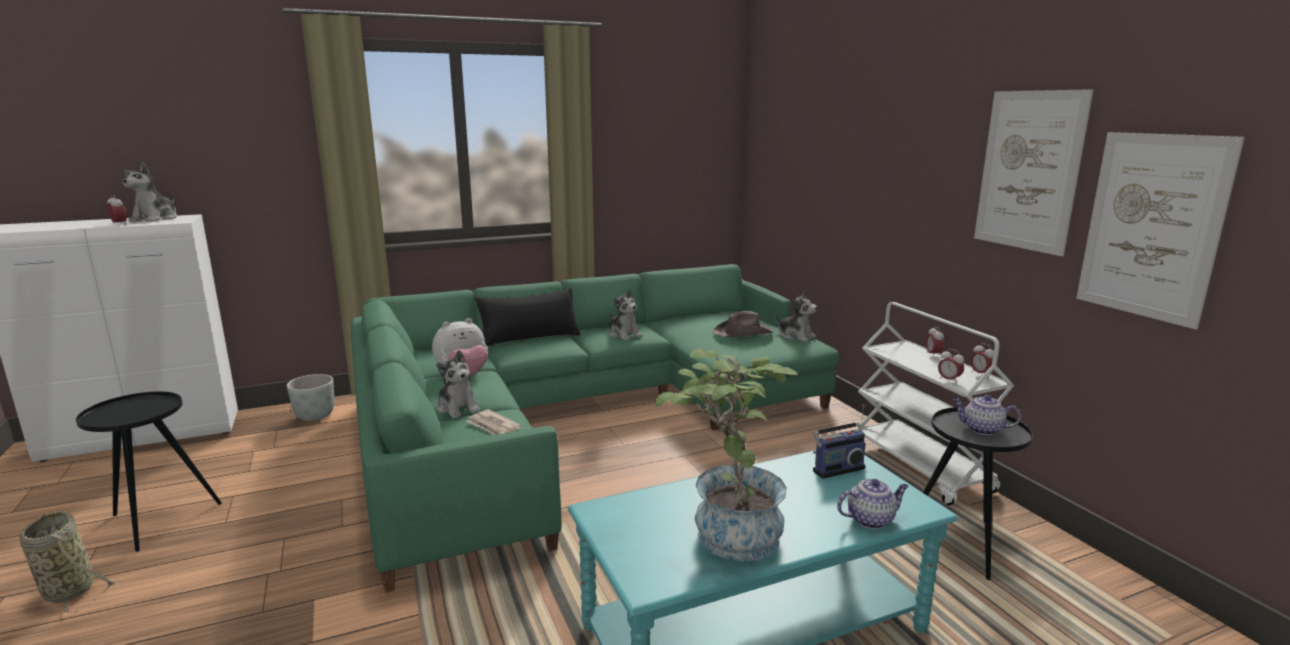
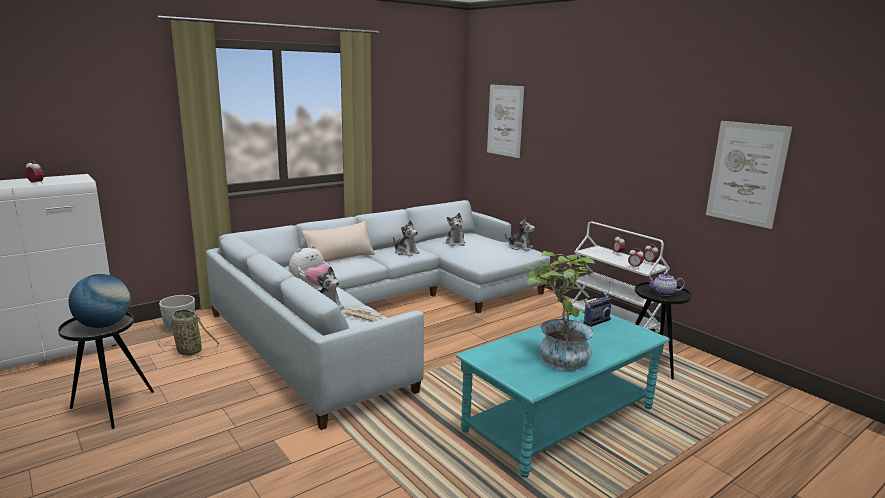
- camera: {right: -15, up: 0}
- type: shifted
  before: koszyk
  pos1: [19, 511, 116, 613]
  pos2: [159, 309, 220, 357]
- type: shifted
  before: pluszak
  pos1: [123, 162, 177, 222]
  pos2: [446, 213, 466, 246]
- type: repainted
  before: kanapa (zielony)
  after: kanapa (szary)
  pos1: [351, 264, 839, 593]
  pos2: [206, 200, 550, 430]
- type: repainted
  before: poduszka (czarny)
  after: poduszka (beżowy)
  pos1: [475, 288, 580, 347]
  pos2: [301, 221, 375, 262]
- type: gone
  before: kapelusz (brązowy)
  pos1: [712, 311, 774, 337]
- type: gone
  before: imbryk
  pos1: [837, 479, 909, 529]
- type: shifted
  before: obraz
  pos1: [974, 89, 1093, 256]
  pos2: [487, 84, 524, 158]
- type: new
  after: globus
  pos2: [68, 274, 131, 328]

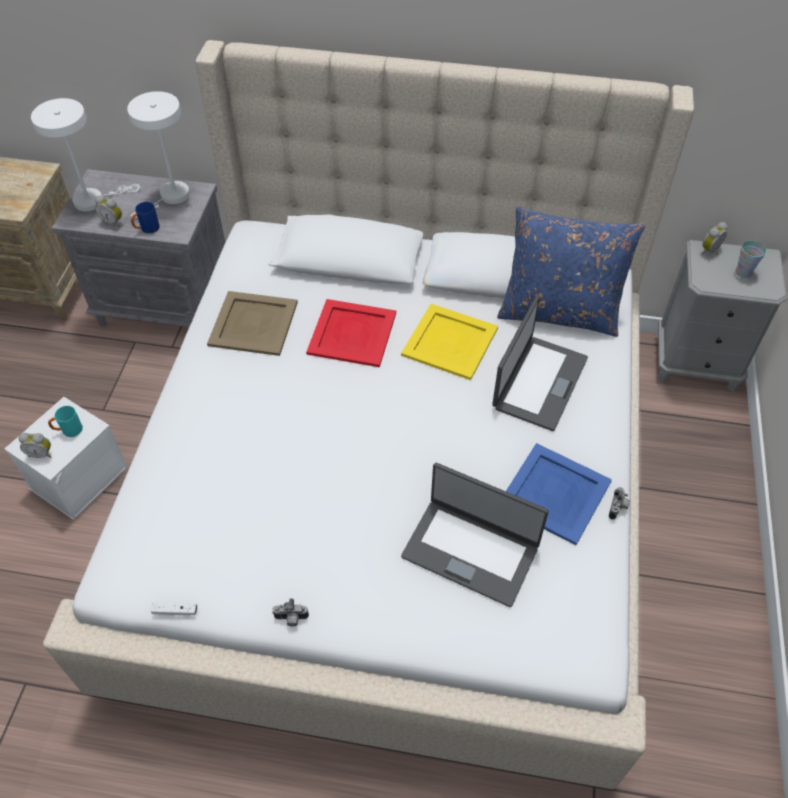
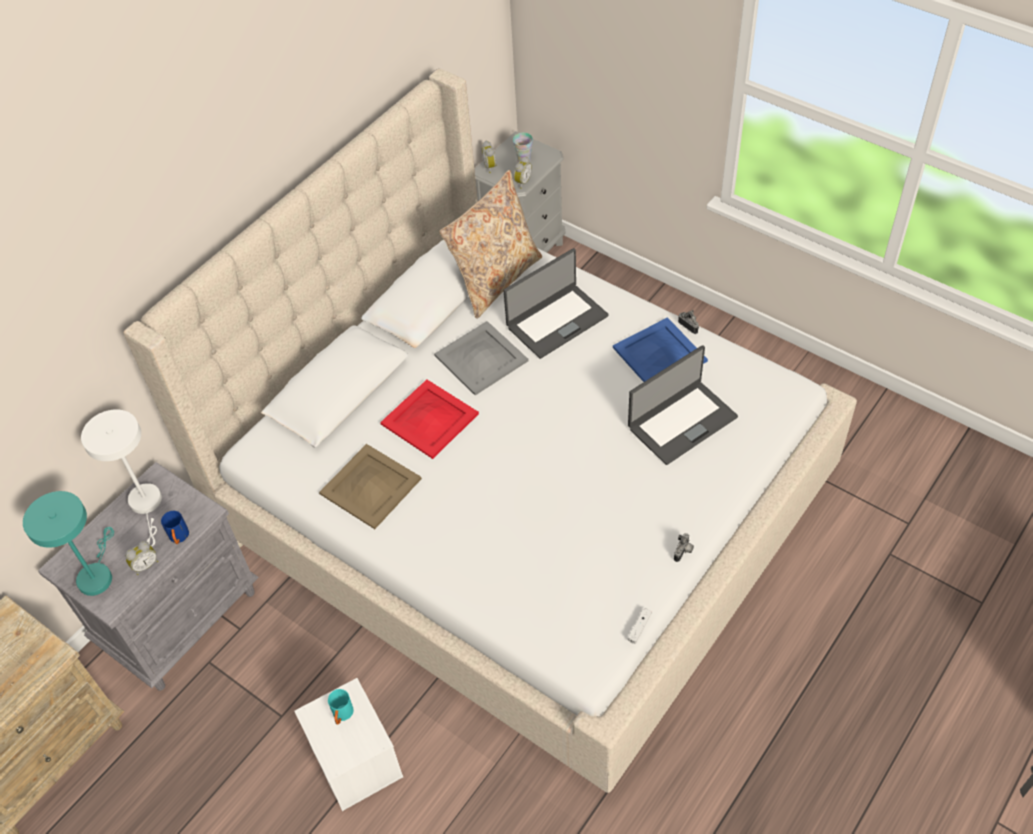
- camera: {right: -60, up: 0}
- type: shifted
  before: budzik
  pos1: [19, 433, 52, 458]
  pos2: [514, 156, 532, 189]
- type: repainted
  before: lampa stołowa (biały)
  after: lampa stołowa (turkusowy)
  pos1: [31, 98, 140, 211]
  pos2: [23, 491, 114, 596]
- type: repainted
  before: taca (żółty)
  after: taca (szary)
  pos1: [401, 304, 498, 380]
  pos2: [434, 321, 528, 395]
- type: rotated
  before: laptop
  pos1: [492, 295, 588, 431]
  pos2: [503, 248, 609, 359]
  turn: 90
- type: repainted
  before: poduszka (niebieski)
  after: poduszka (beżowy)
  pos1: [497, 207, 646, 337]
  pos2: [439, 170, 542, 319]

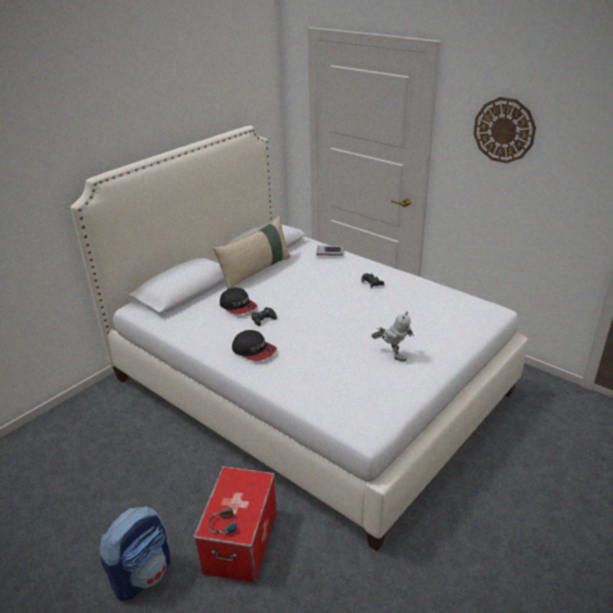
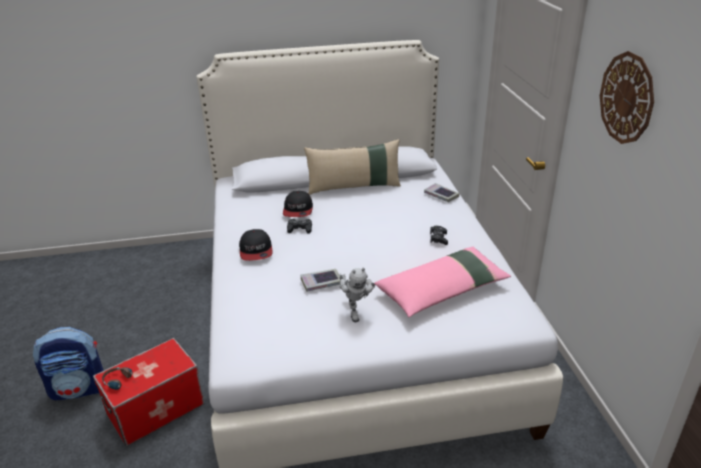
- camera: {right: 40, up: 0}
- type: new
  after: książka
  pos2: [301, 269, 340, 292]
- type: new
  after: poduszka (różowy)
  pos2: [374, 247, 511, 317]

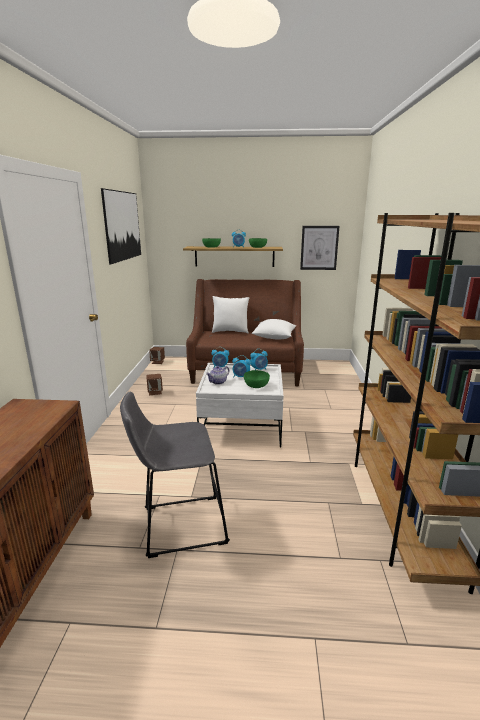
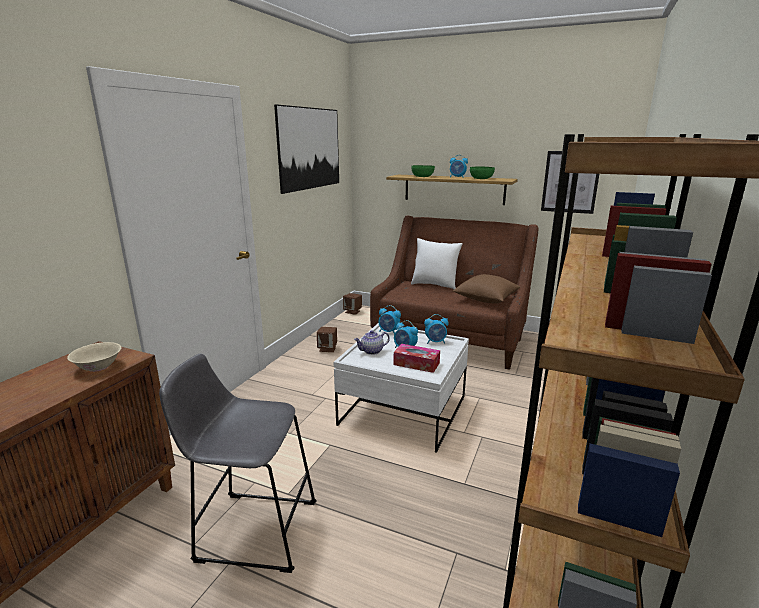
- camera: {right: 20, up: 0}
- type: swapped
  before: miska (zielony)
  after: pudełko chusteczek
  pos1: [244, 370, 270, 388]
  pos2: [394, 344, 440, 373]
- type: repainted
  before: poduszka (biały)
  after: poduszka (brązowy)
  pos1: [252, 319, 296, 339]
  pos2: [453, 274, 520, 304]
- type: new
  after: miska (beżowy)
  pos2: [67, 342, 121, 372]

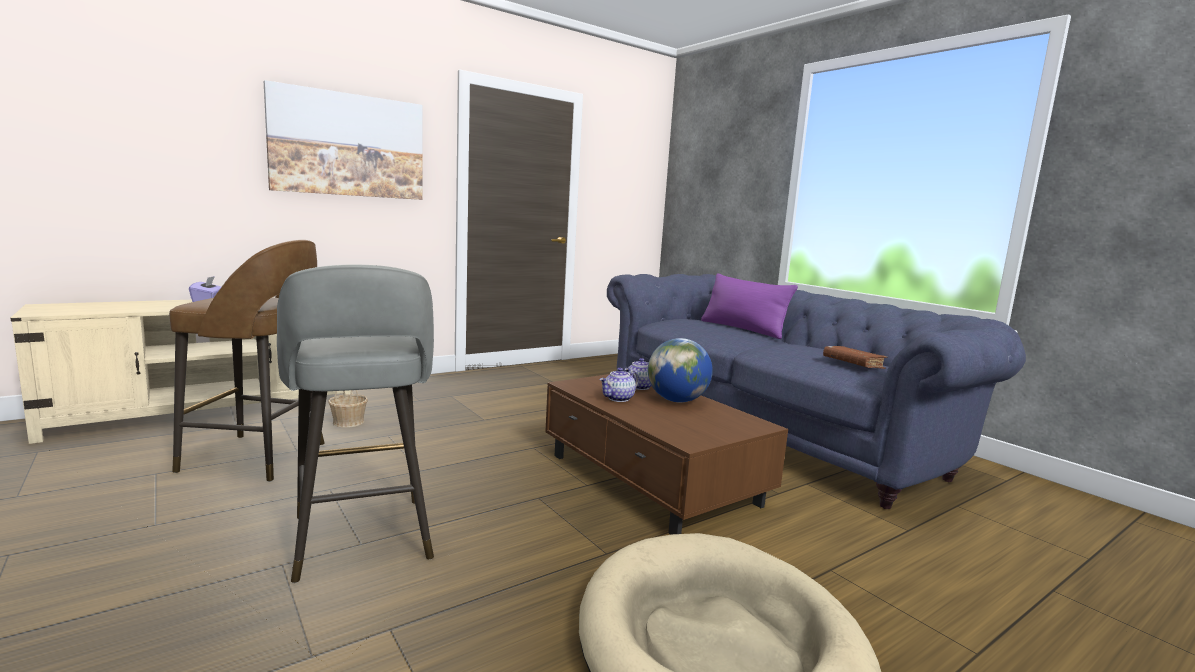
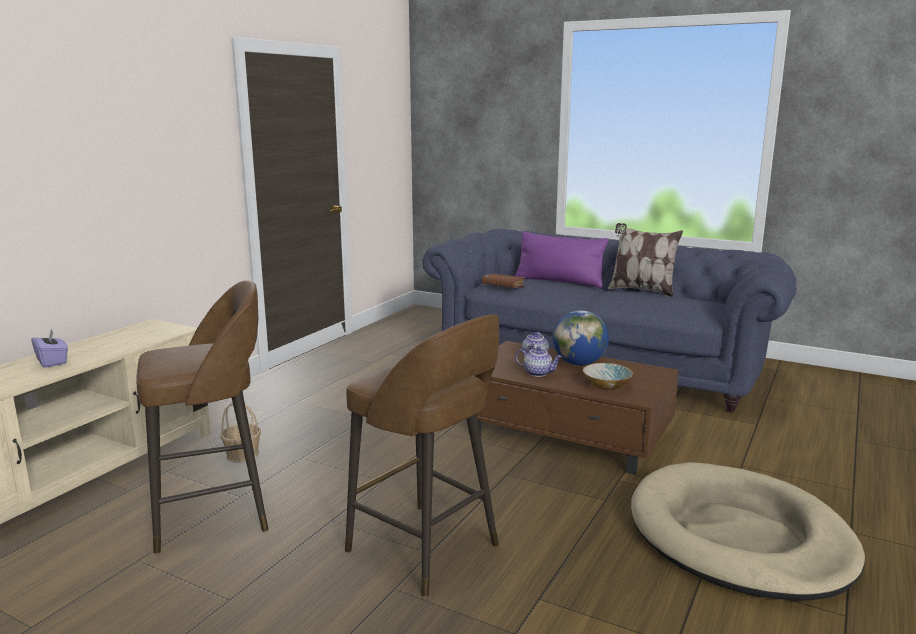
- camera: {right: -25, up: 5}
- type: gone
  before: obraz
  pos1: [264, 80, 422, 200]
- type: repainted
  before: stołek (szary)
  after: stołek (brązowy)
  pos1: [277, 265, 434, 583]
  pos2: [345, 314, 499, 597]
- type: rotated
  before: imbryk
  pos1: [600, 368, 639, 402]
  pos2: [515, 347, 562, 377]
  turn: -90
- type: shifted
  before: książka (brązowy)
  pos1: [823, 346, 887, 369]
  pos2: [482, 273, 525, 288]
- type: new
  after: miska
  pos2: [582, 363, 633, 390]
- type: new
  after: poduszka
  pos2: [608, 223, 683, 297]

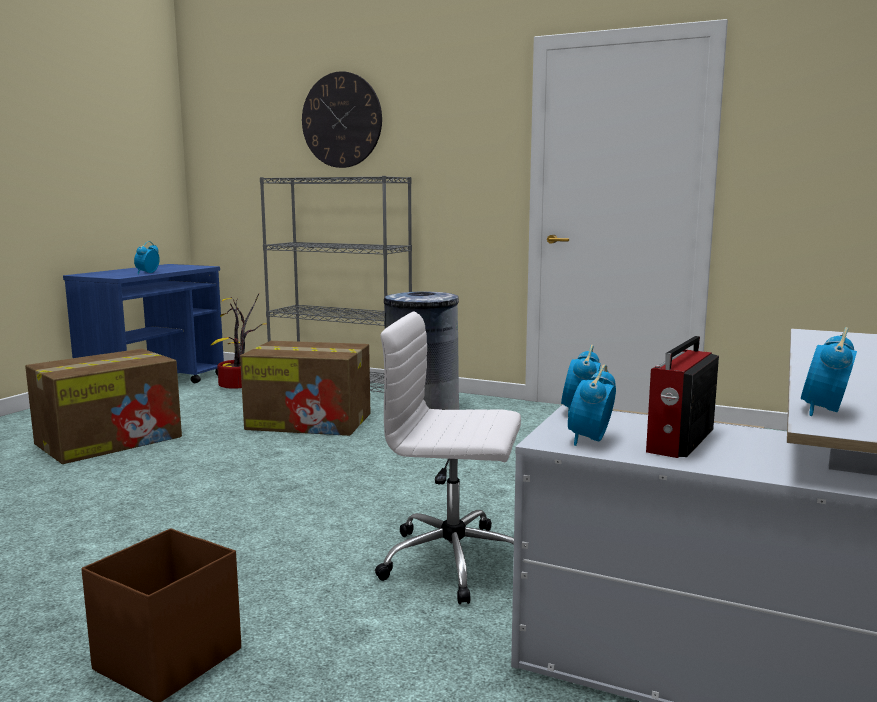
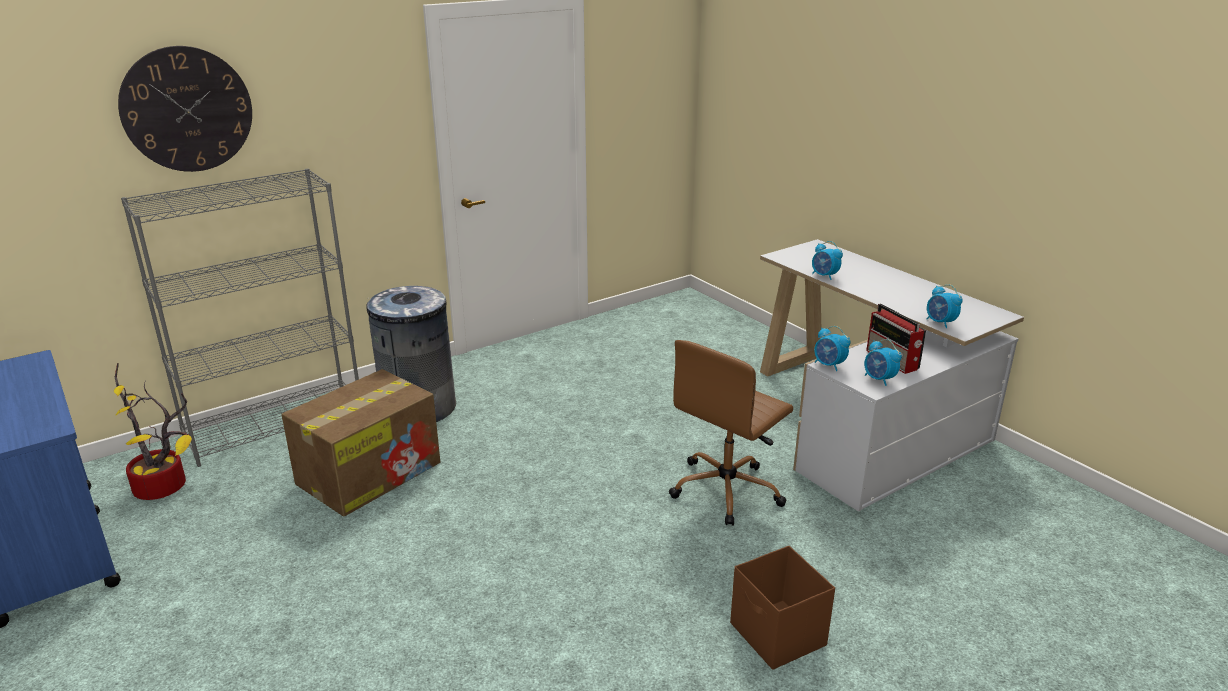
- camera: {right: -60, up: 15}
- type: gone
  before: karton
  pos1: [25, 349, 182, 464]
- type: shifted
  before: budzik
  pos1: [134, 241, 160, 274]
  pos2: [812, 241, 843, 280]
- type: repainted
  before: krzesło biurowe (biały)
  after: krzesło biurowe (brązowy)
  pos1: [375, 311, 521, 605]
  pos2: [669, 340, 793, 526]

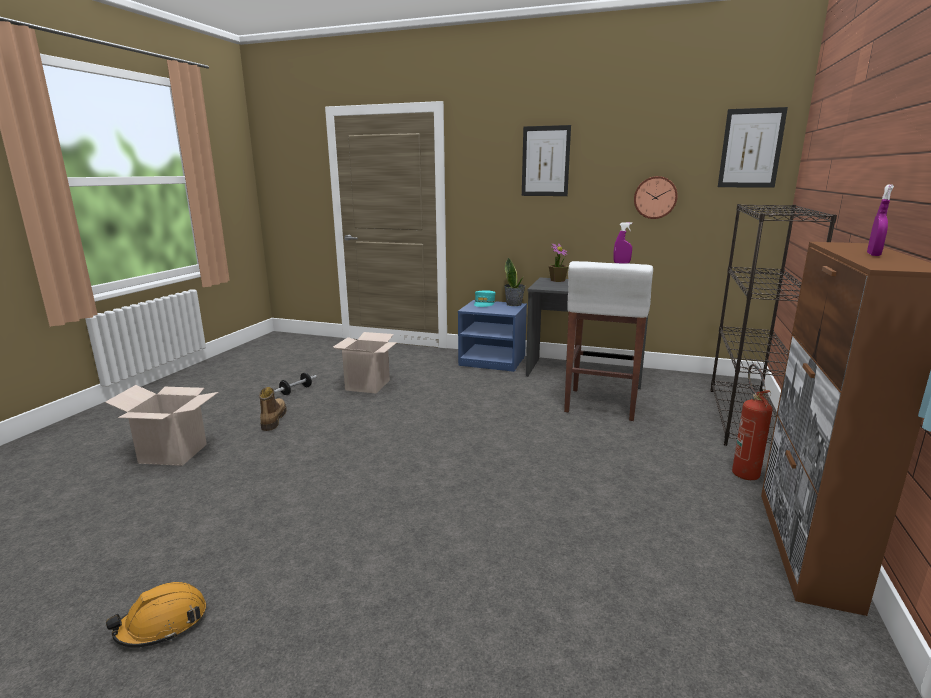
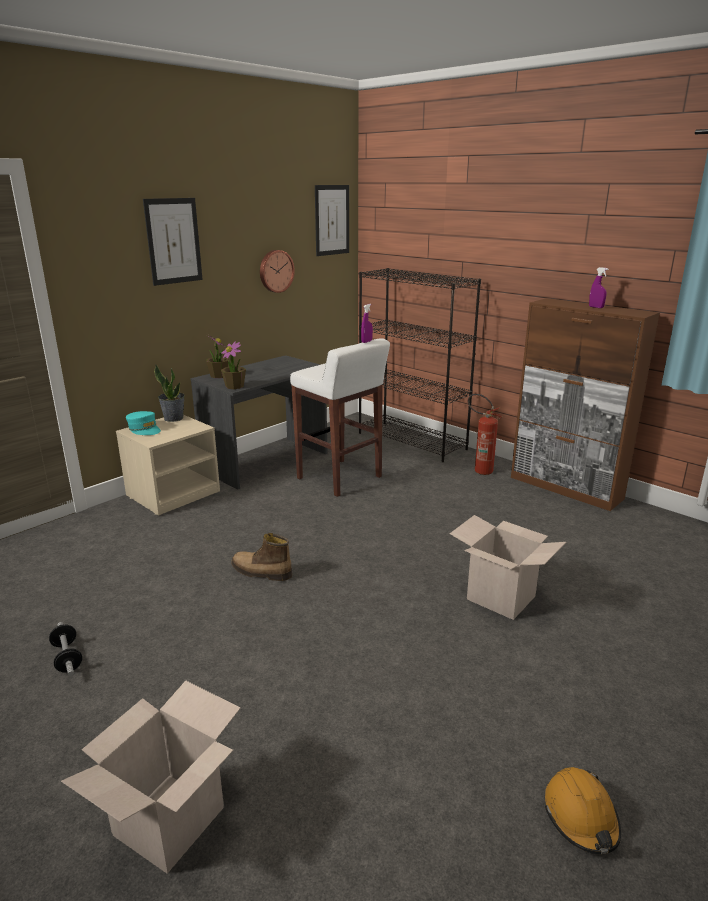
- camera: {right: -65, up: 5}
- type: shifted
  before: but z cholewką
  pos1: [259, 387, 287, 431]
  pos2: [231, 533, 292, 581]
- type: shifted
  before: karton
  pos1: [333, 332, 397, 393]
  pos2: [450, 515, 566, 620]
- type: repainted
  before: szafka nocna (niebieski)
  after: szafka nocna (beżowy)
  pos1: [458, 300, 527, 372]
  pos2: [116, 415, 220, 515]
- type: new
  after: roślina doniczkowa
  pos2: [221, 341, 246, 389]

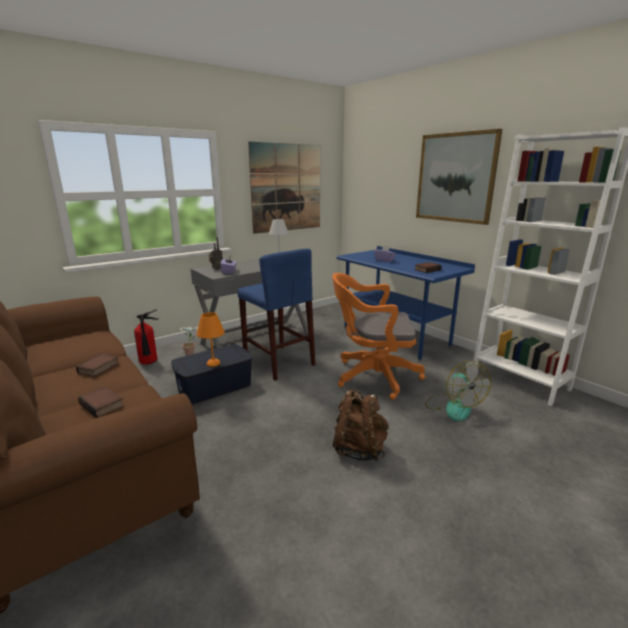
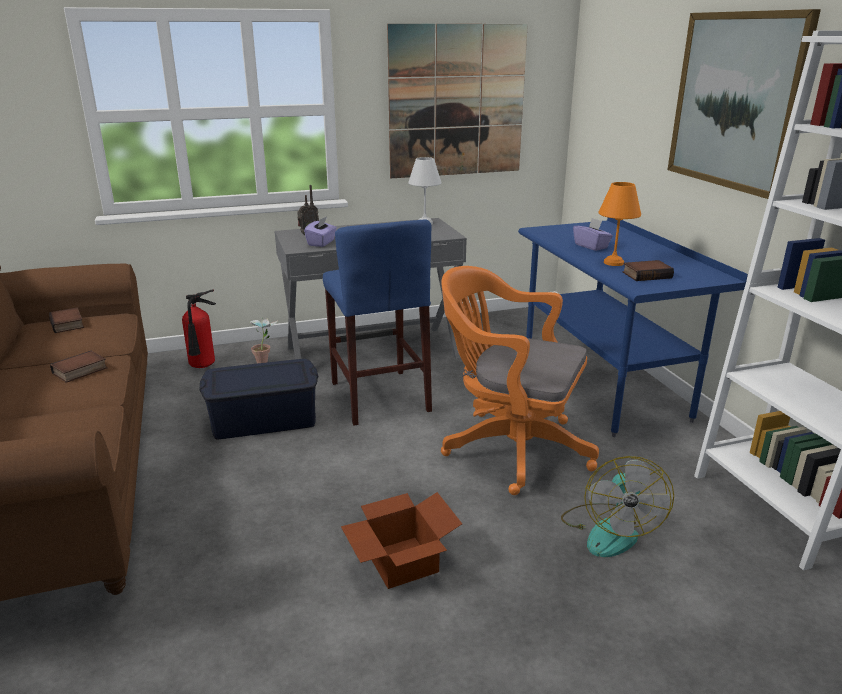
- camera: {right: 20, up: 5}
- type: shifted
  before: książka
  pos1: [78, 387, 124, 418]
  pos2: [49, 308, 84, 333]
- type: shifted
  before: lampa stołowa (pomarańczowy)
  pos1: [196, 312, 225, 367]
  pos2: [599, 182, 641, 266]
- type: swapped
  before: plecak (brązowy)
  after: karton
  pos1: [333, 390, 389, 461]
  pos2: [341, 492, 462, 589]

